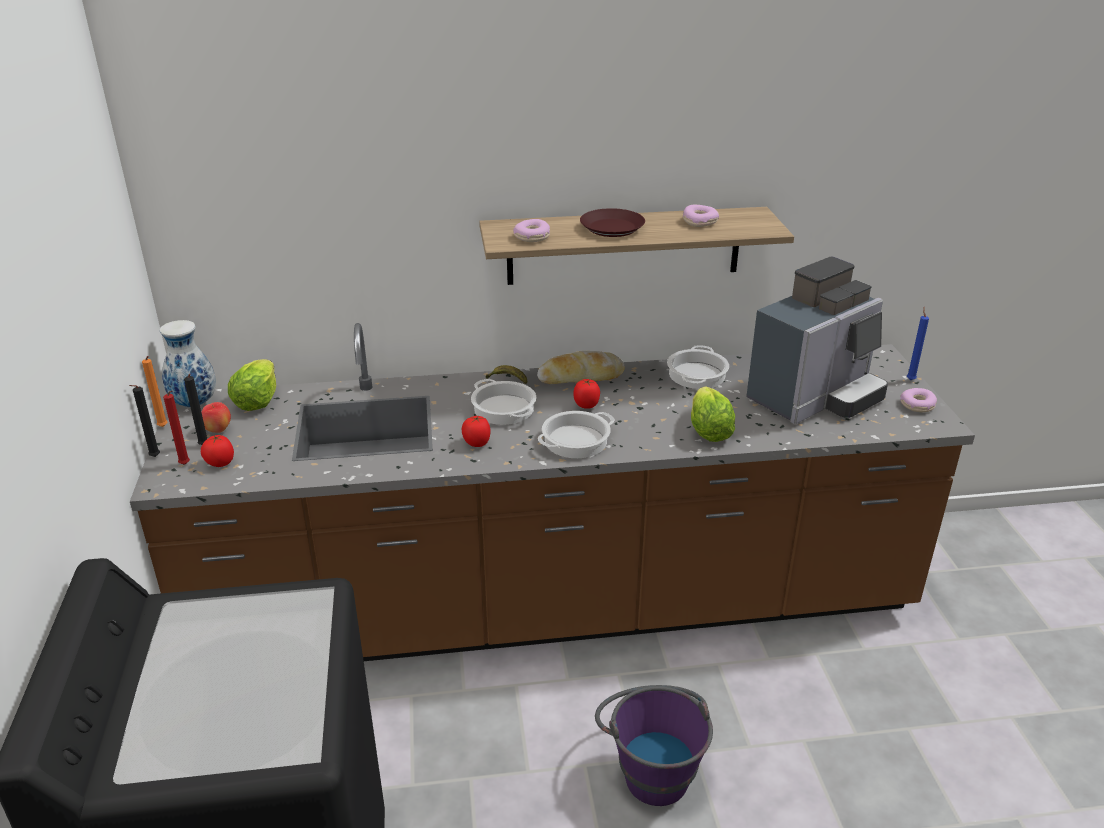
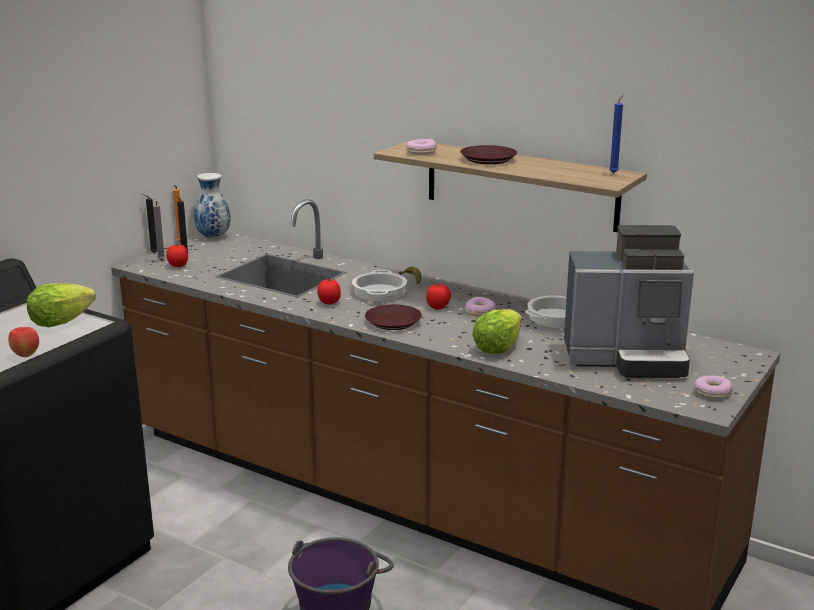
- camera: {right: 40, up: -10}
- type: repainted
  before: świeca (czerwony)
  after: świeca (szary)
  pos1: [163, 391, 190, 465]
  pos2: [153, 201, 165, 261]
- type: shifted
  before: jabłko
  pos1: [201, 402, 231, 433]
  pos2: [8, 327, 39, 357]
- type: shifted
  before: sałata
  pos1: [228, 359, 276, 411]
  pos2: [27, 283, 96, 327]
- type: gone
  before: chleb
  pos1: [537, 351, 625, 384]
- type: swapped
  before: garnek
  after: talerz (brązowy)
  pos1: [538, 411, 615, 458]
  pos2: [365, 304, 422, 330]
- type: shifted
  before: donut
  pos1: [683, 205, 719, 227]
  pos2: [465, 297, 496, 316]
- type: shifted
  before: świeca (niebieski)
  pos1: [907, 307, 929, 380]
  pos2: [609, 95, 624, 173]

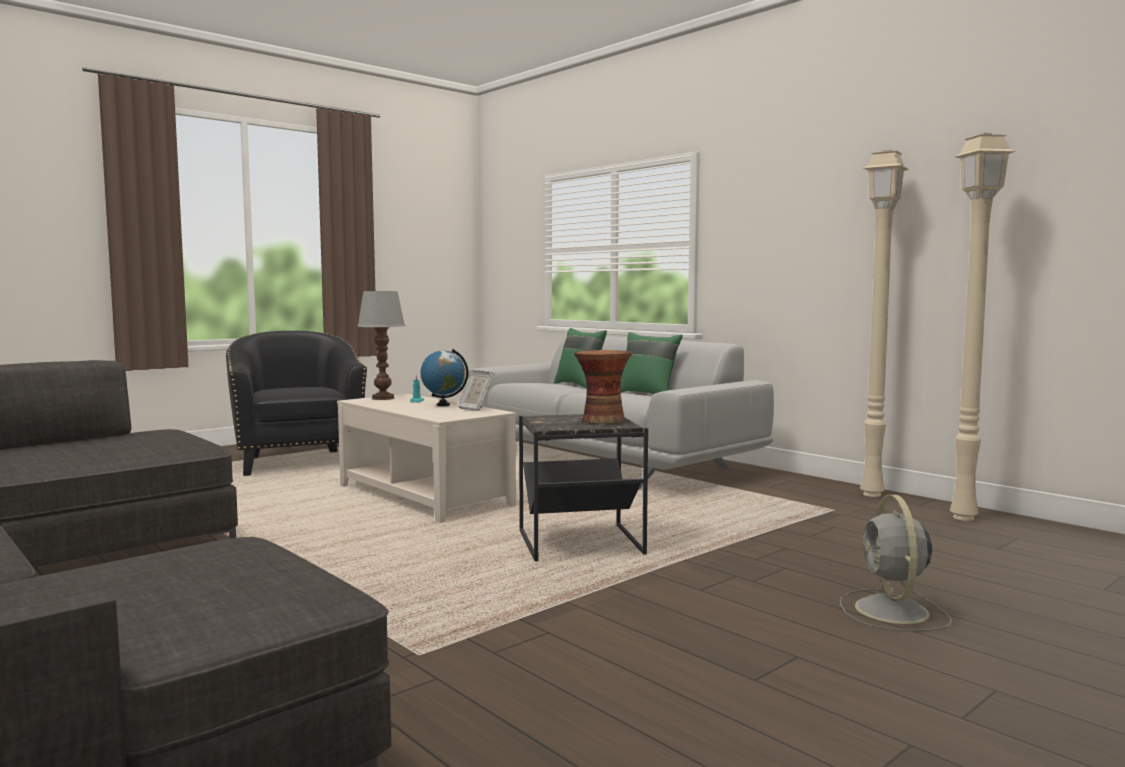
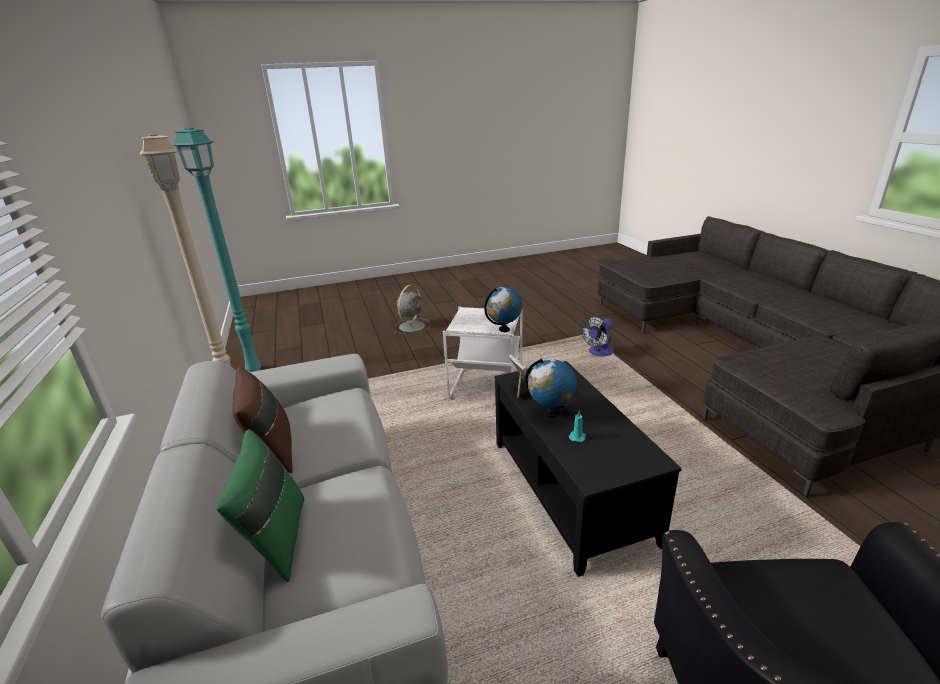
- camera: {right: -155, up: 20}
- type: repainted
  before: ława (beżowy)
  after: ława (czarny)
  pos1: [337, 394, 517, 523]
  pos2: [494, 361, 682, 577]
- type: gone
  before: lampa stołowa
  pos1: [357, 291, 405, 400]
- type: repainted
  before: stolik (czarny)
  after: stolik (biały)
  pos1: [519, 414, 648, 562]
  pos2: [443, 306, 522, 400]
- type: gone
  before: wazon
  pos1: [574, 350, 632, 425]
- type: repainted
  before: poduszka (zielony)
  after: poduszka (brązowy)
  pos1: [621, 332, 683, 394]
  pos2: [232, 367, 293, 473]
- type: repainted
  before: lampa stojąca (beżowy)
  after: lampa stojąca (turkusowy)
  pos1: [950, 133, 1016, 521]
  pos2: [172, 128, 261, 372]
- type: new
  after: globus
  pos2: [484, 287, 522, 332]
- type: new
  after: wentylator
  pos2: [581, 316, 614, 357]

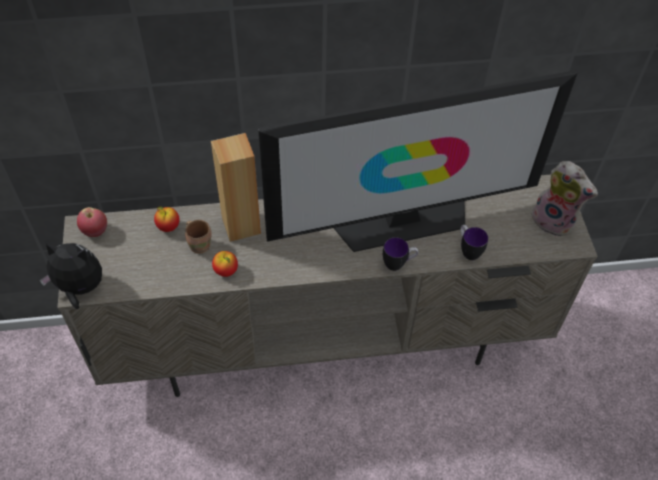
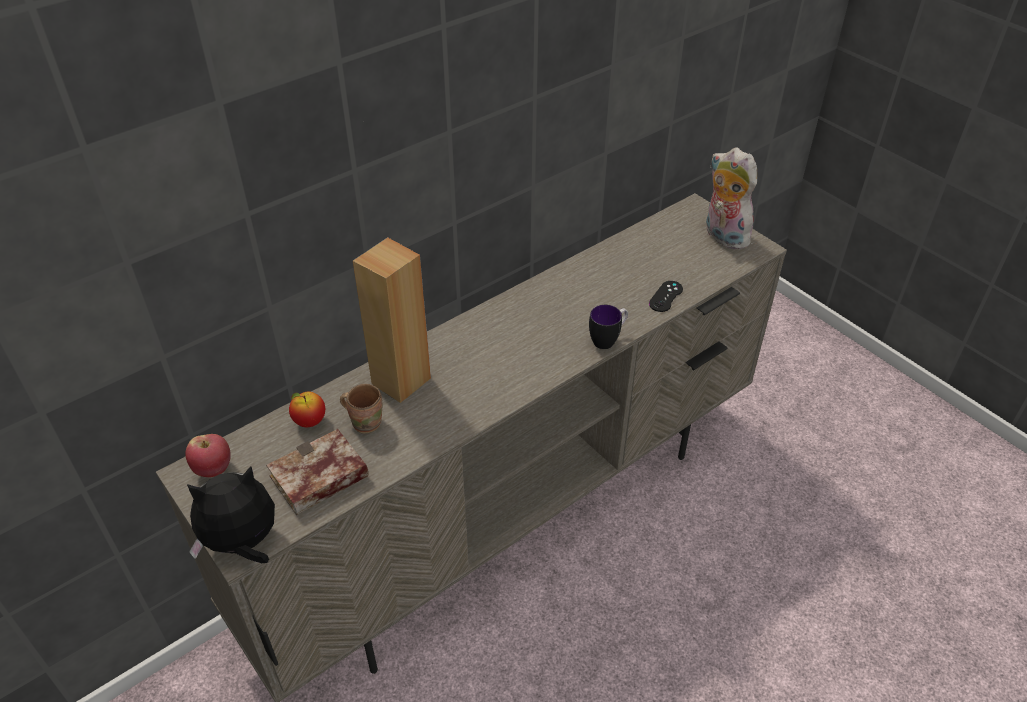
- camera: {right: -30, up: -10}
- type: gone
  before: jabłko
  pos1: [212, 251, 238, 277]
- type: gone
  before: telewizor
  pos1: [258, 70, 578, 252]
- type: swapped
  before: kubek
  after: pad do gier (czarny)
  pos1: [460, 225, 488, 260]
  pos2: [649, 281, 683, 312]
- type: rotated
  before: pluszak
  pos1: [531, 161, 598, 237]
  pos2: [706, 147, 757, 250]
  turn: -135
- type: new
  after: książka
  pos2: [266, 429, 369, 515]

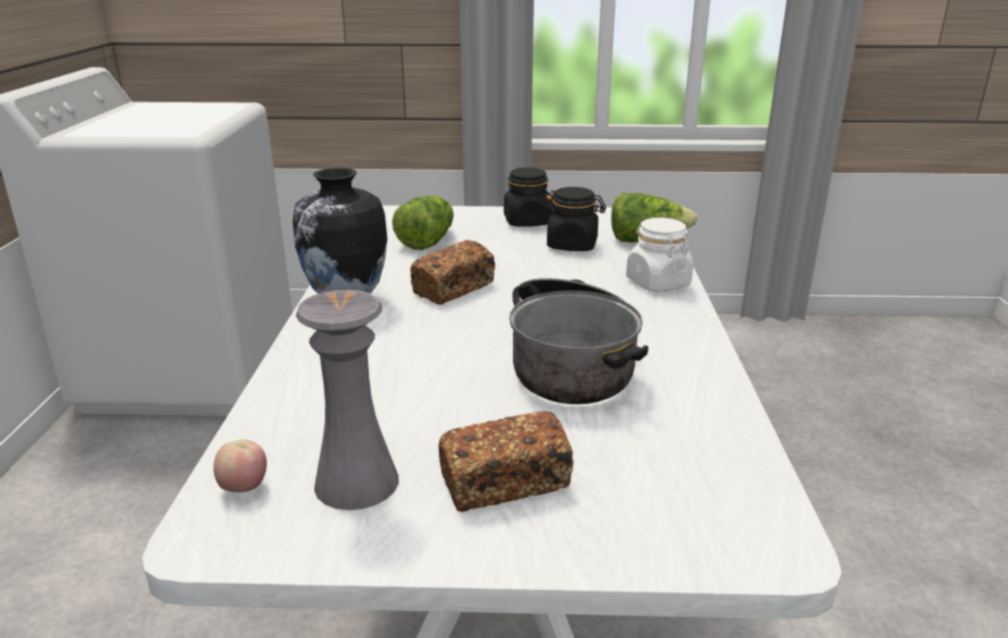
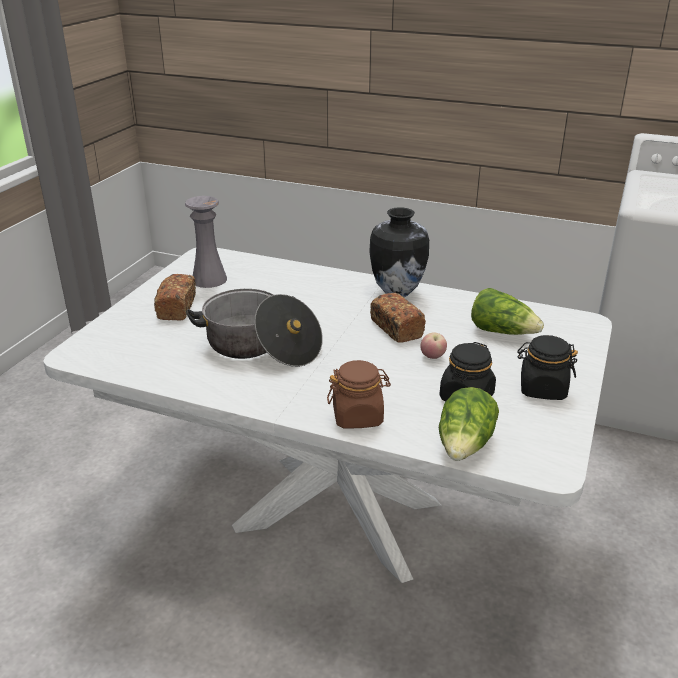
- camera: {right: 110, up: 5}
- type: shifted
  before: jabłko
  pos1: [213, 440, 267, 492]
  pos2: [420, 332, 447, 359]
- type: repainted
  before: słoik (biały)
  after: słoik (brązowy)
  pos1: [626, 218, 693, 292]
  pos2: [327, 360, 391, 428]

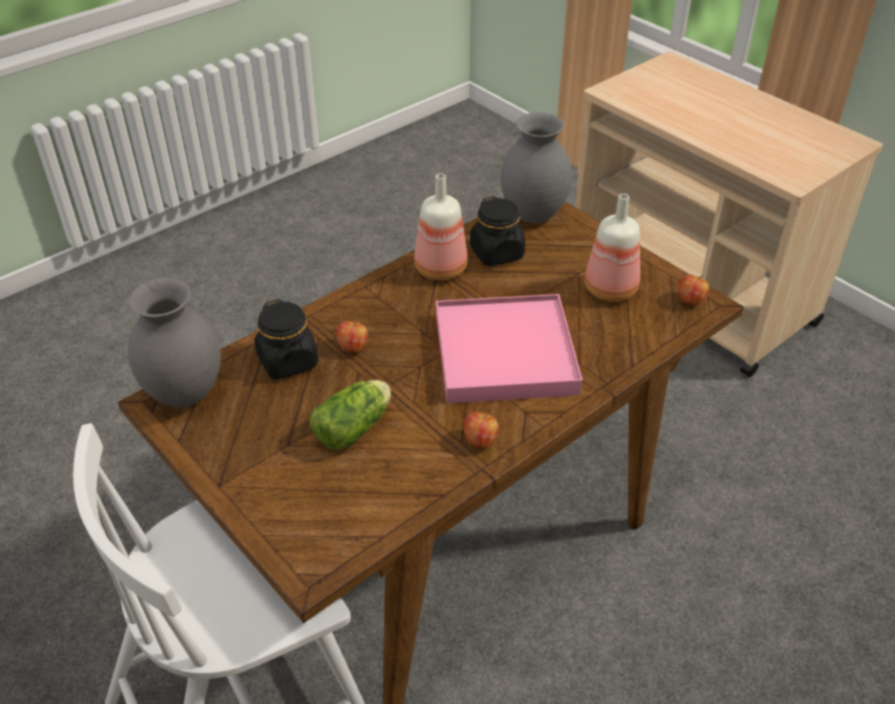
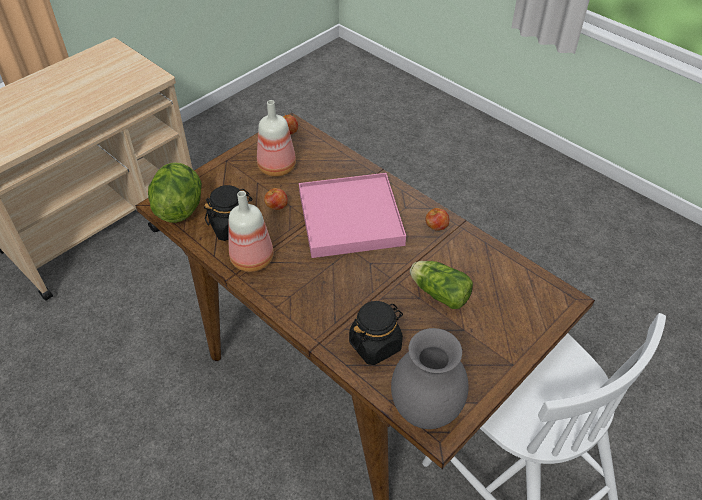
- camera: {right: -95, up: 5}
- type: shifted
  before: jabłko
  pos1: [336, 320, 368, 352]
  pos2: [264, 188, 288, 210]
- type: swapped
  before: wazon (szary)
  after: sałata
  pos1: [501, 112, 572, 223]
  pos2: [148, 162, 202, 223]

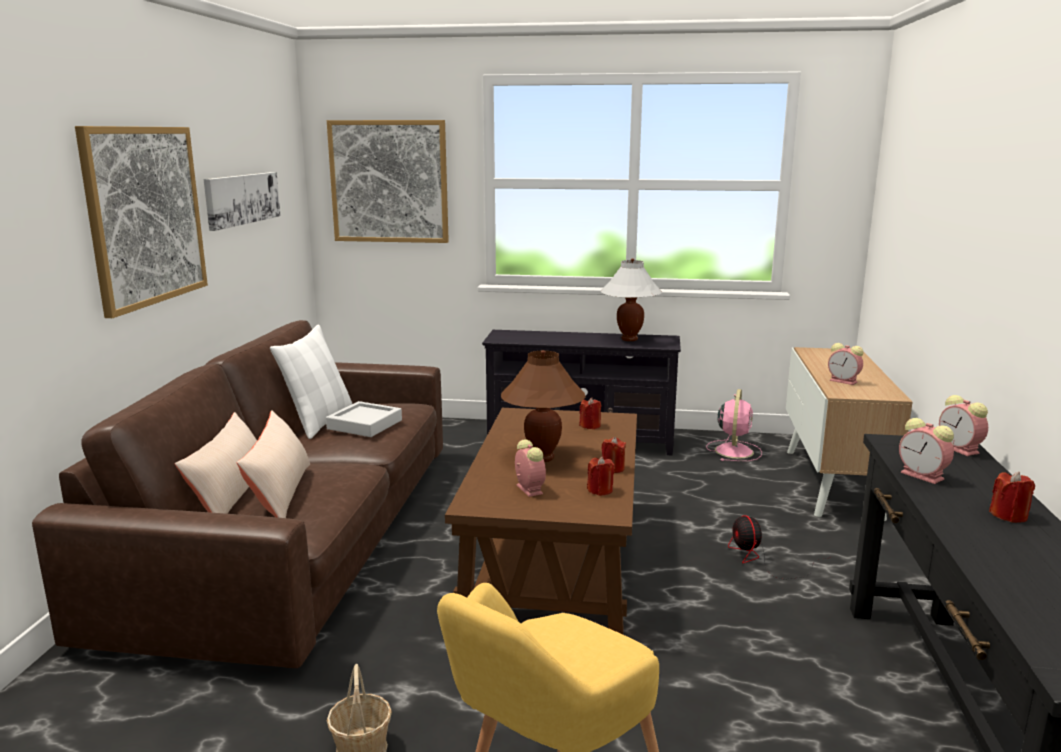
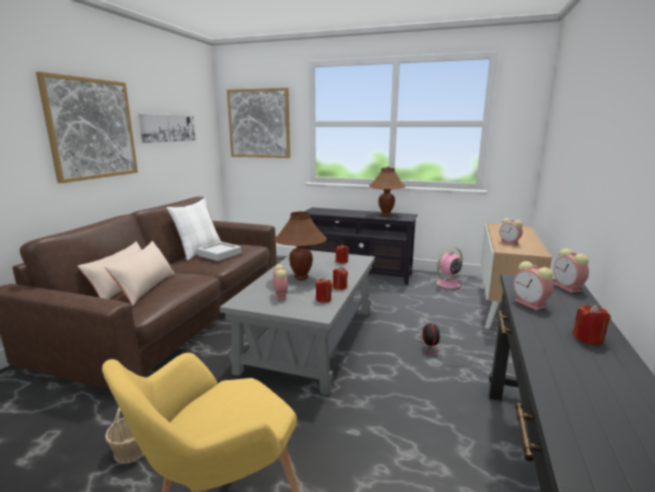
- camera: {right: 10, up: 0}
- type: repainted
  before: ława (brązowy)
  after: ława (szary)
  pos1: [445, 408, 637, 634]
  pos2: [220, 250, 375, 395]
- type: repainted
  before: lampa stołowa (biały)
  after: lampa stołowa (brązowy)
  pos1: [601, 258, 662, 341]
  pos2: [369, 167, 405, 216]
- type: rotated
  before: wentylator (różowy)
  pos1: [706, 389, 762, 461]
  pos2: [430, 247, 466, 292]
  turn: -150

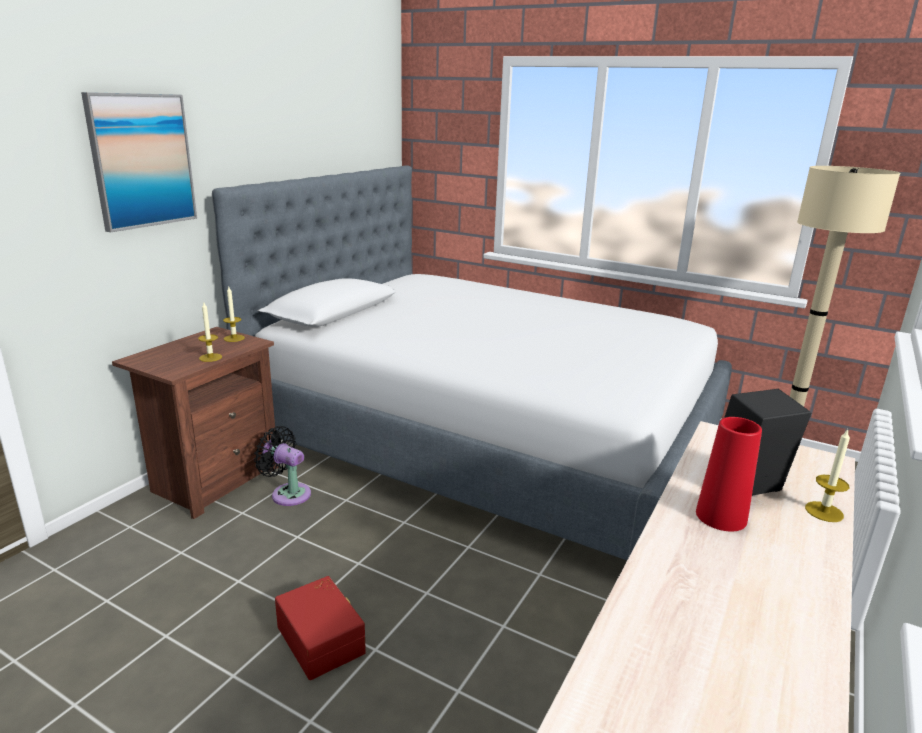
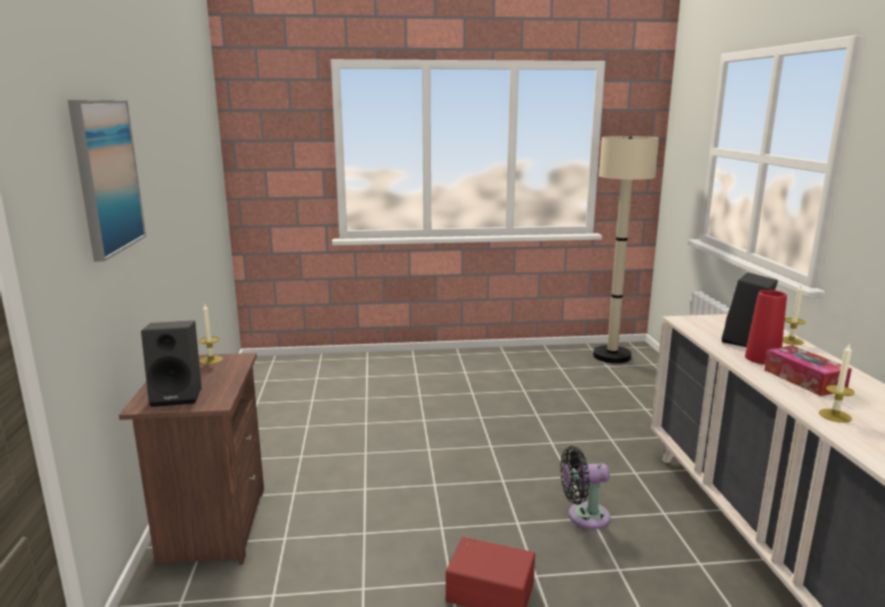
- camera: {right: -35, up: -5}
- type: shifted
  before: świeca
  pos1: [198, 302, 222, 362]
  pos2: [819, 343, 855, 423]
- type: gone
  before: łóżko
  pos1: [212, 165, 732, 560]
- type: shifted
  before: wentylator (czarny)
  pos1: [254, 426, 311, 506]
  pos2: [560, 446, 610, 529]
- type: new
  after: głośnik (czarny)
  pos2: [141, 321, 202, 407]
- type: new
  after: pudełko chusteczek
  pos2: [764, 345, 852, 396]

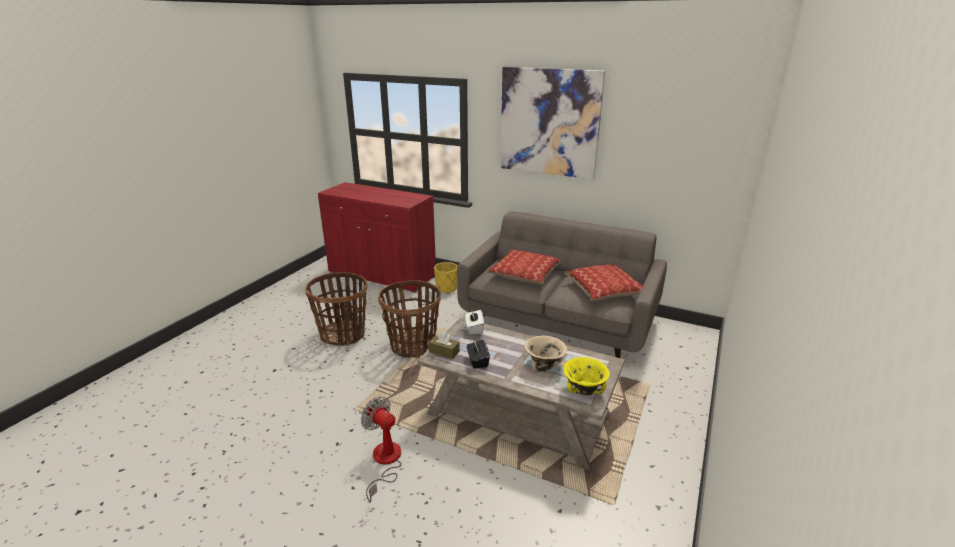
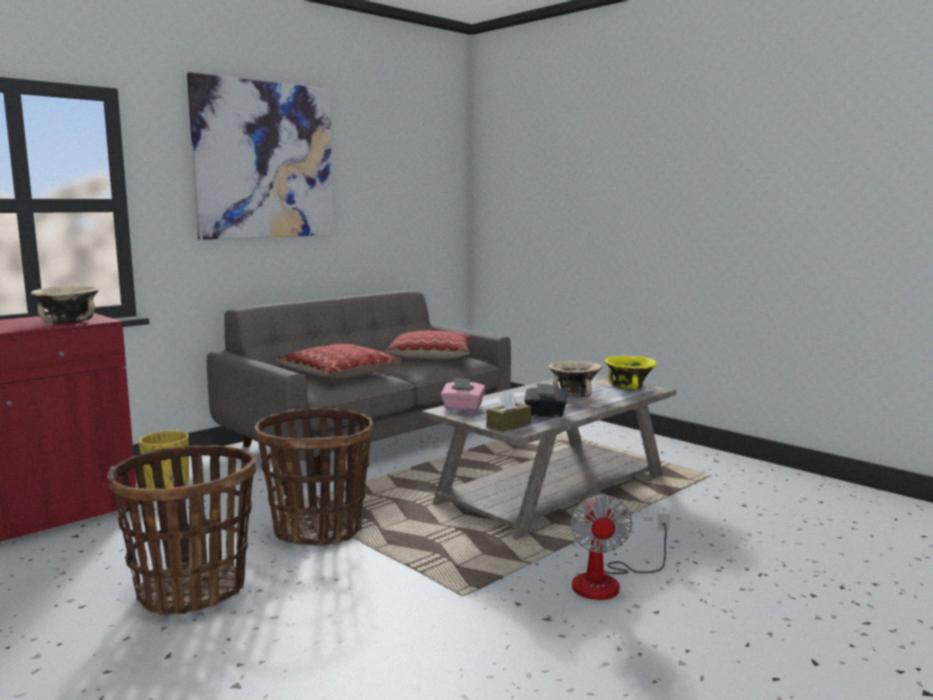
- camera: {right: -70, up: -15}
- type: rotated
  before: wentylator
  pos1: [361, 396, 402, 502]
  pos2: [570, 495, 670, 600]
  turn: -60
- type: repainted
  before: pudełko chusteczek (biały)
  after: pudełko chusteczek (różowy)
  pos1: [465, 310, 484, 335]
  pos2: [441, 377, 485, 411]
- type: new
  after: miska (beżowy)
  pos2: [31, 286, 99, 323]

